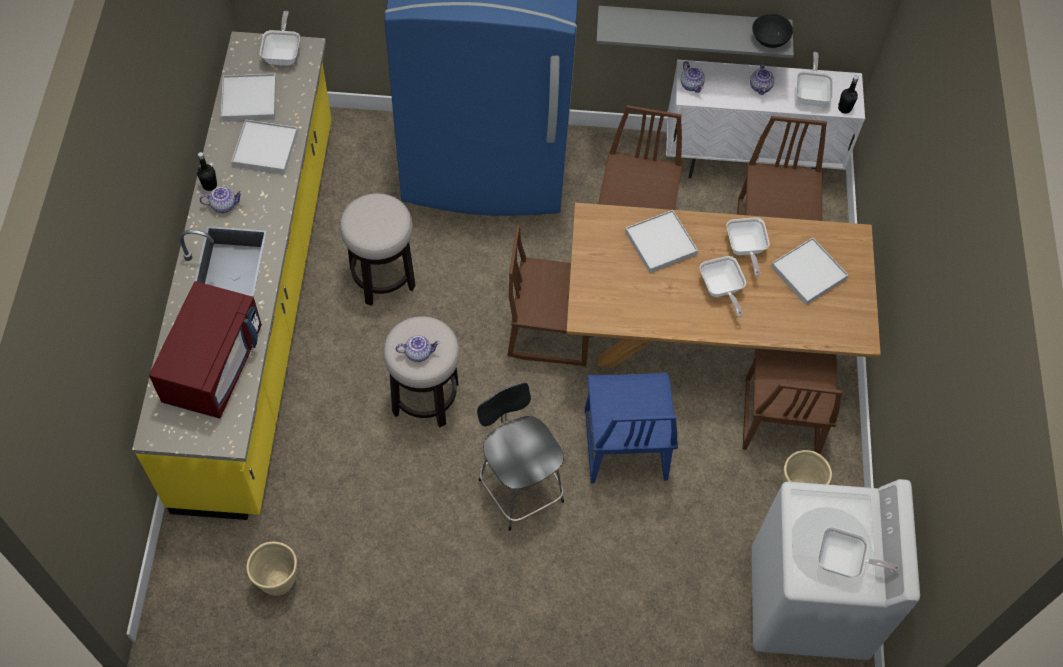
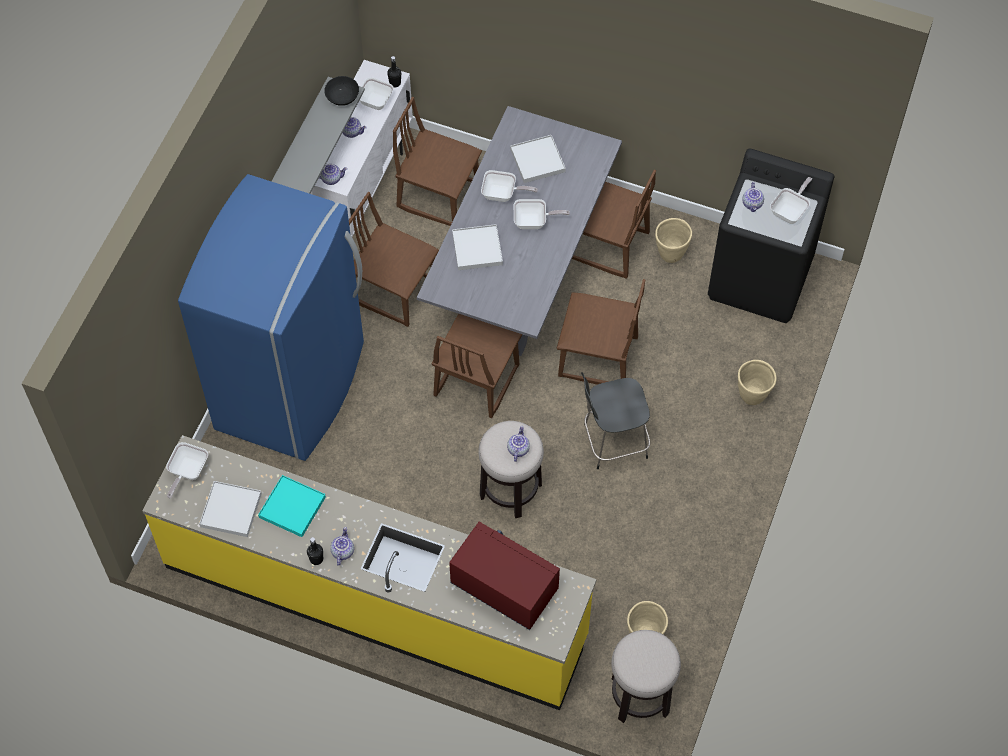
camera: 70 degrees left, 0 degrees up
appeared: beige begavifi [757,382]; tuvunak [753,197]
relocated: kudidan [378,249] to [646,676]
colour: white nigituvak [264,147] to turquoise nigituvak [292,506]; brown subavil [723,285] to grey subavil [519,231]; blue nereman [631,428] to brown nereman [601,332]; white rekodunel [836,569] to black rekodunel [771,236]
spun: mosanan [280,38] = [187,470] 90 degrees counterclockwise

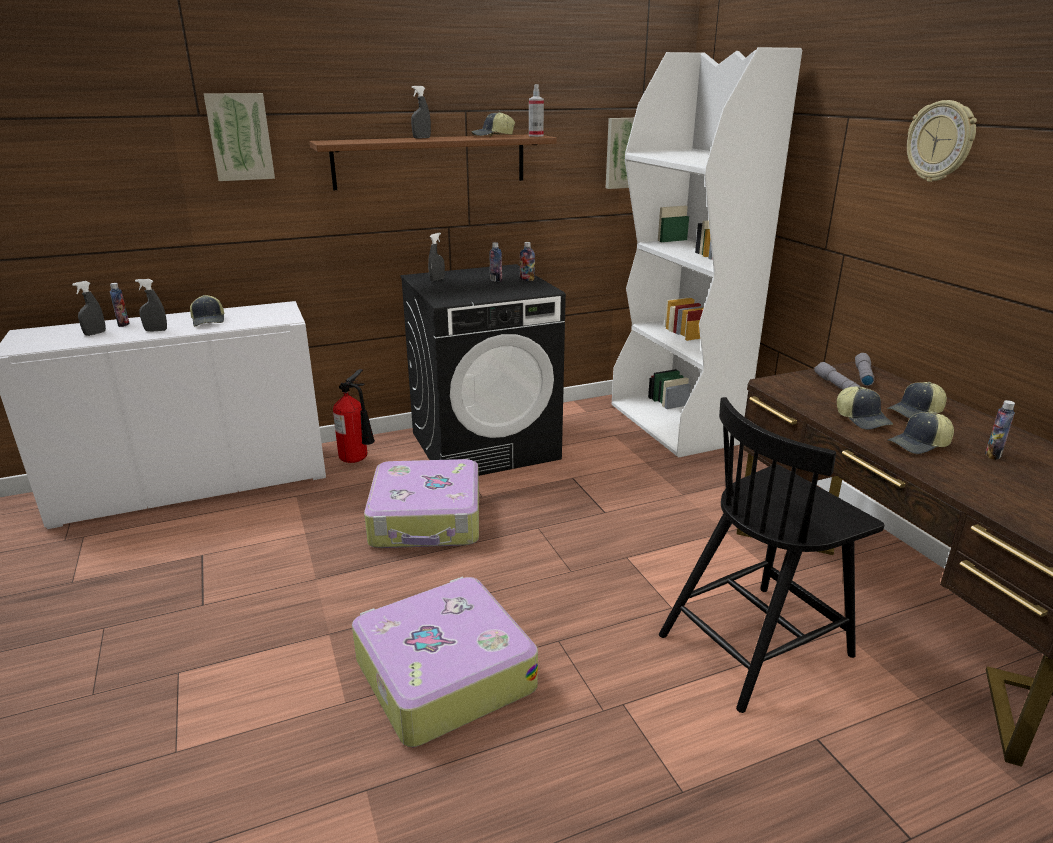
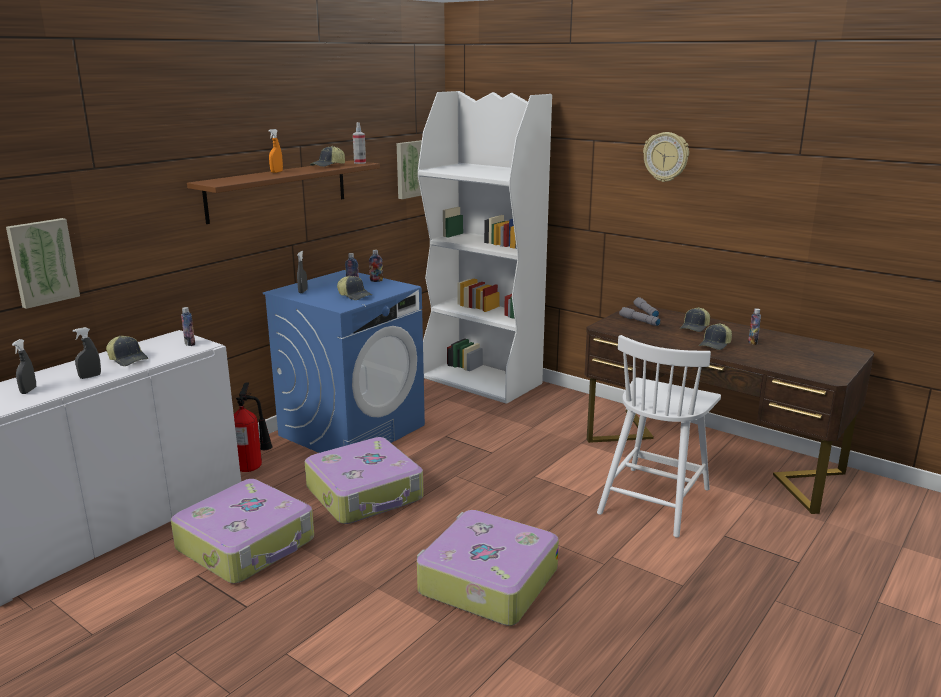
camera: 30 degrees left, 5 degrees down
appeared: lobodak [242,531]
relocated: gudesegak [239,137] to [43,263]; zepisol [119,305] to [188,326]; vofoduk [865,408] to [354,288]
colour: black rekodunel [483,370] to blue rekodunel [344,361]; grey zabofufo [421,112] to orange zabofufo [276,151]; black nereman [771,555] to white nereman [659,436]

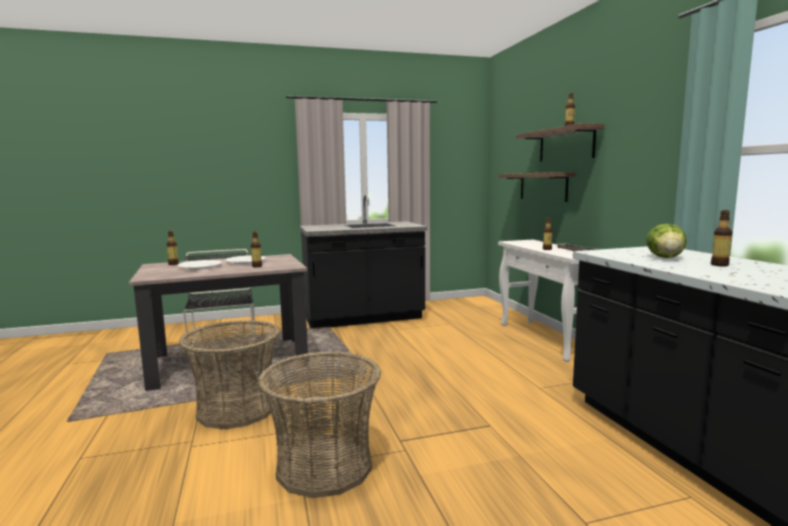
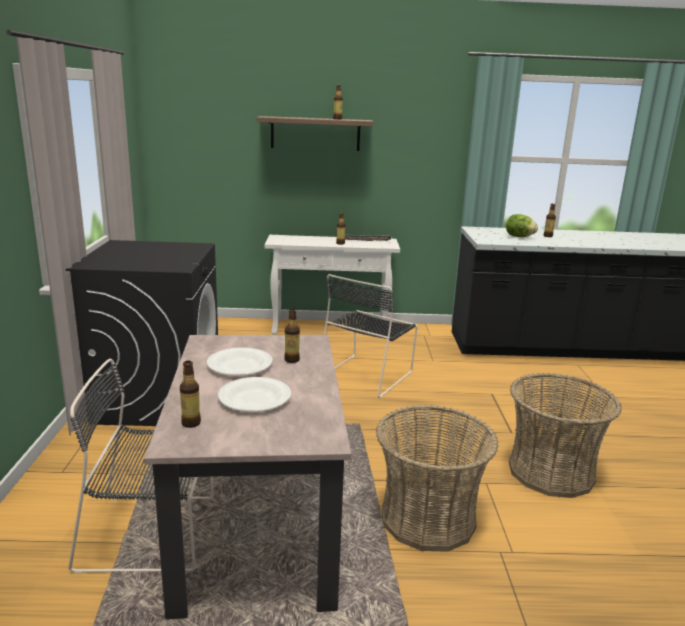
camera: 75 degrees left, 10 degrees up
missing: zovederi [537,187]
appeared: black nereman [371,336]
exchanged: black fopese [363,261] to black rekodunel [142,333]

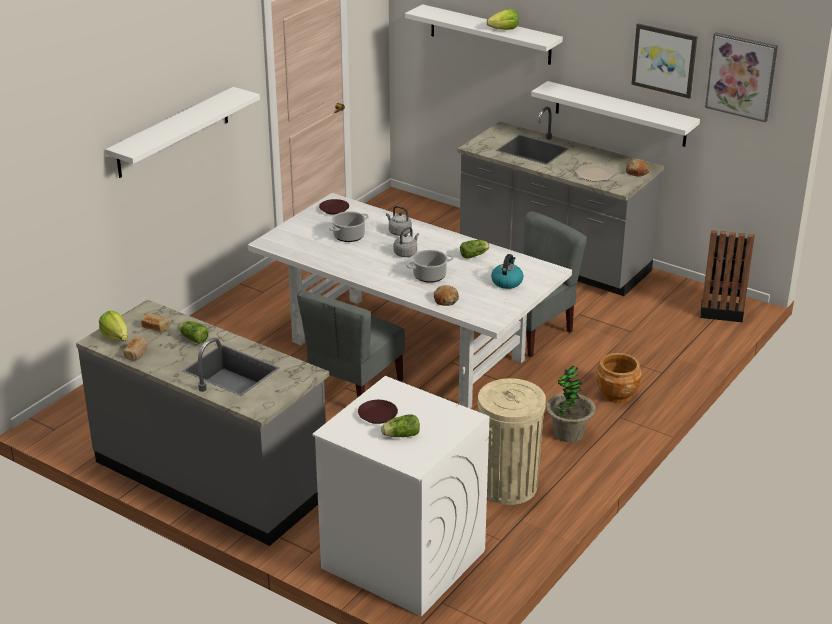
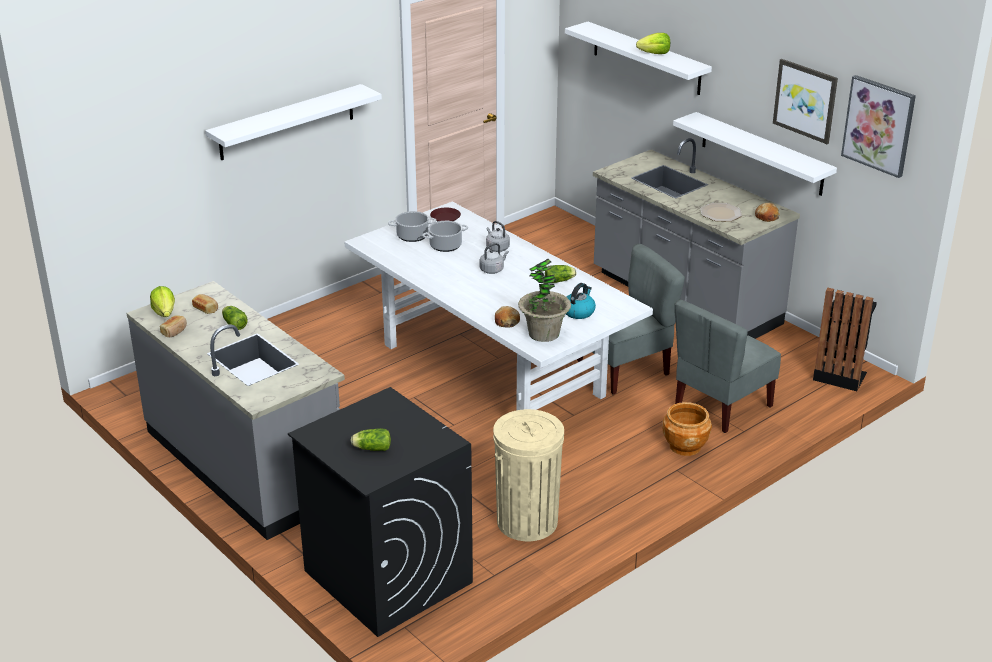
camera: 15 degrees right, 0 degrees up
missing: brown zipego [378,412]
relocated: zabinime [430,266] to [412,226]; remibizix [571,403] to [544,300]; grey nereman [351,344] to [727,366]
colour: white rekodunel [400,496] to black rekodunel [380,512]

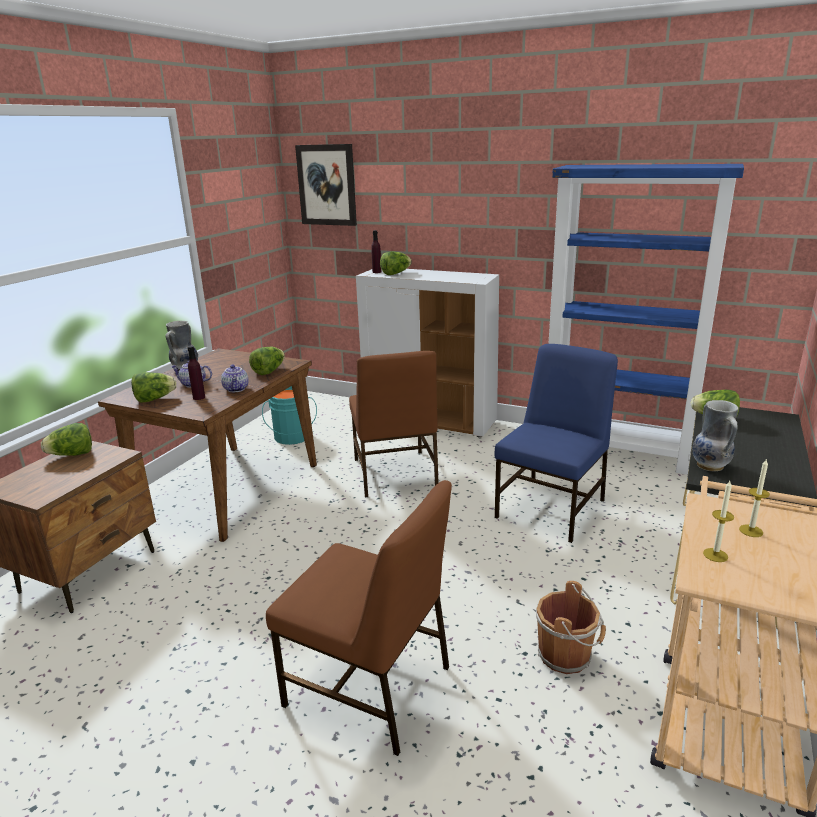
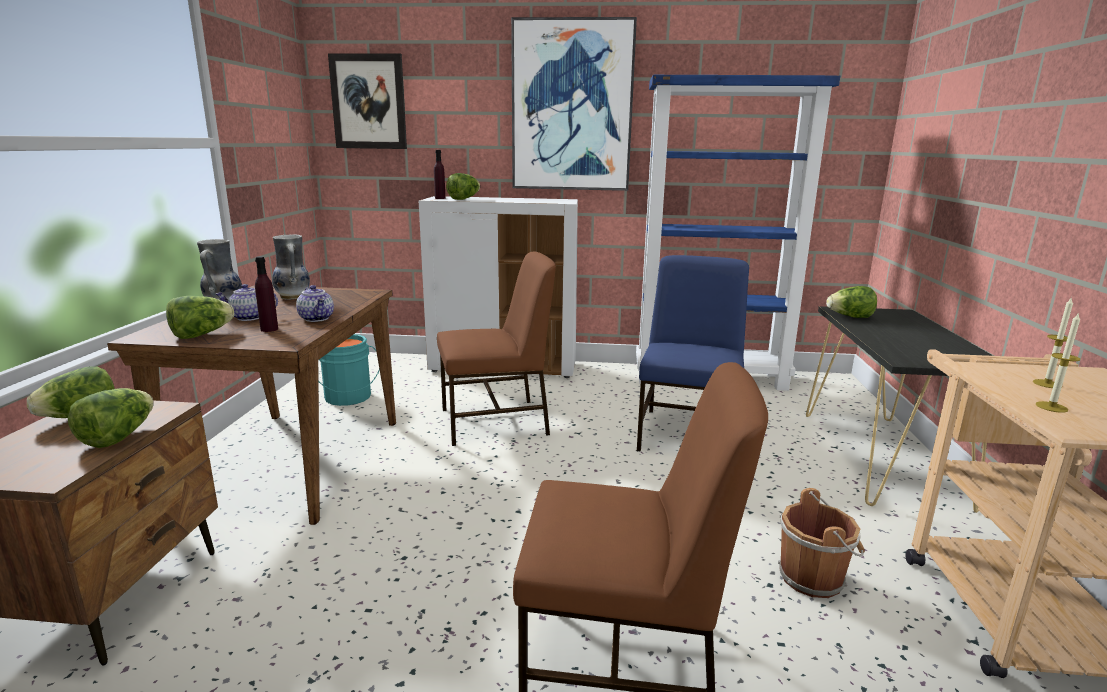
camera: 20 degrees left, 5 degrees down
appeared: gudesegak [574,104]
relocated: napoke [267,361] to [110,418]; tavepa [715,435] to [291,267]
spun: brown nereman [394,424] = [496,348] 75 degrees counterclockwise

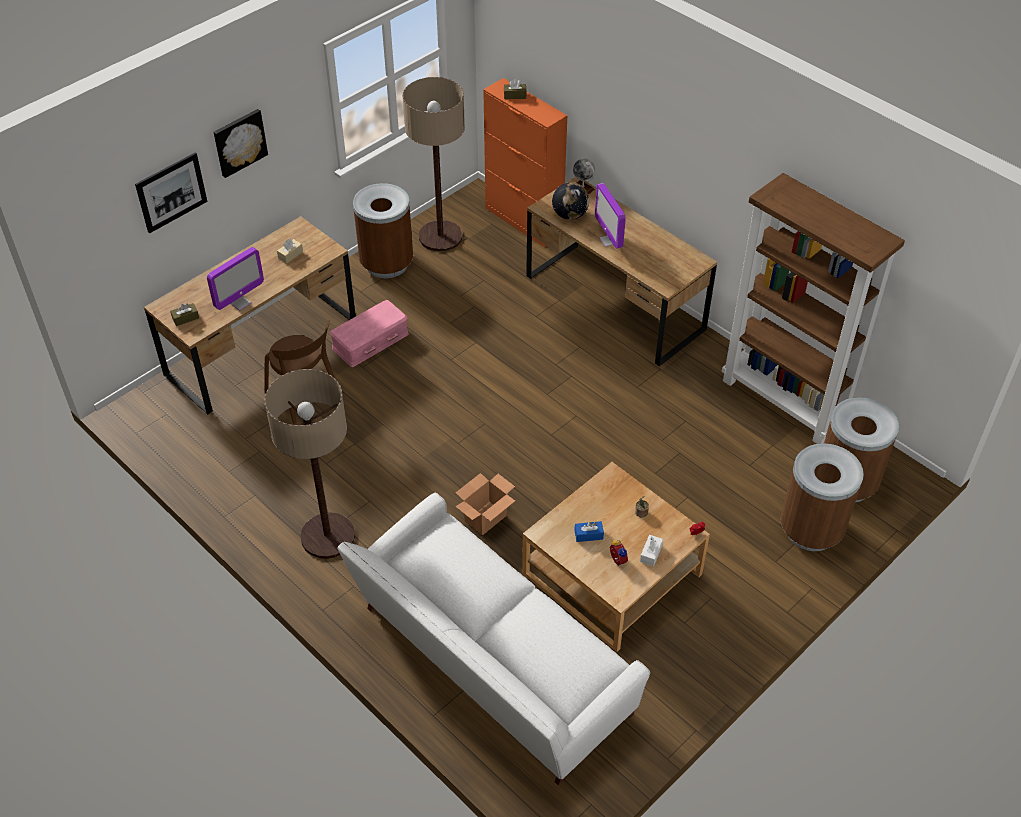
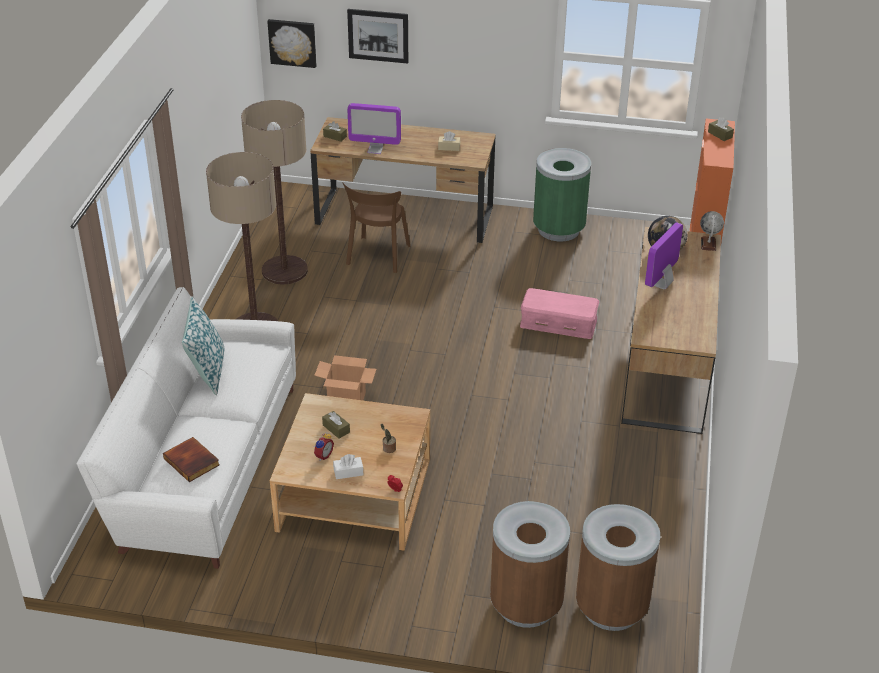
camera: 55 degrees right, 10 degrees down
missing: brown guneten [813,308]
appeared: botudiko [191,459]; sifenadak [203,346]
relocated: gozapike [434,164] to [274,192]; gudesegak [241,143] to [292,43]; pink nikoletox [369,333] to [559,313]
colour: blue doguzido [589,531] to brown doguzido [336,425]; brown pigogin [383,230] to green pigogin [562,195]

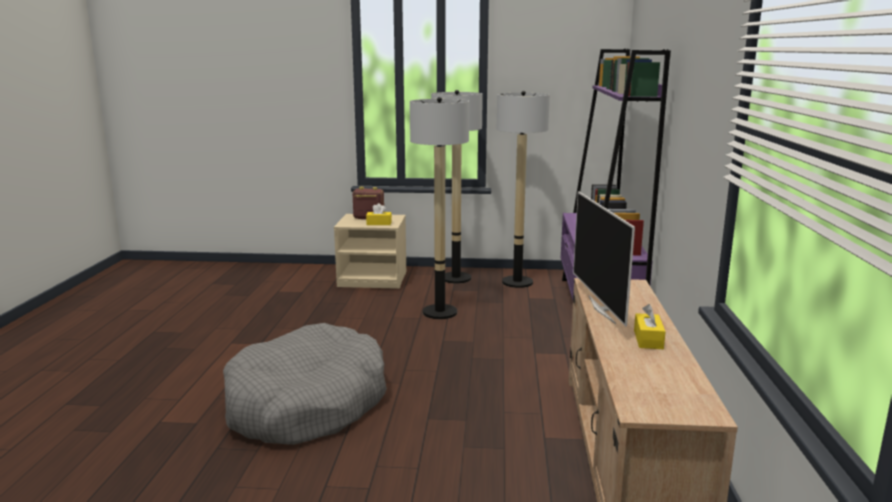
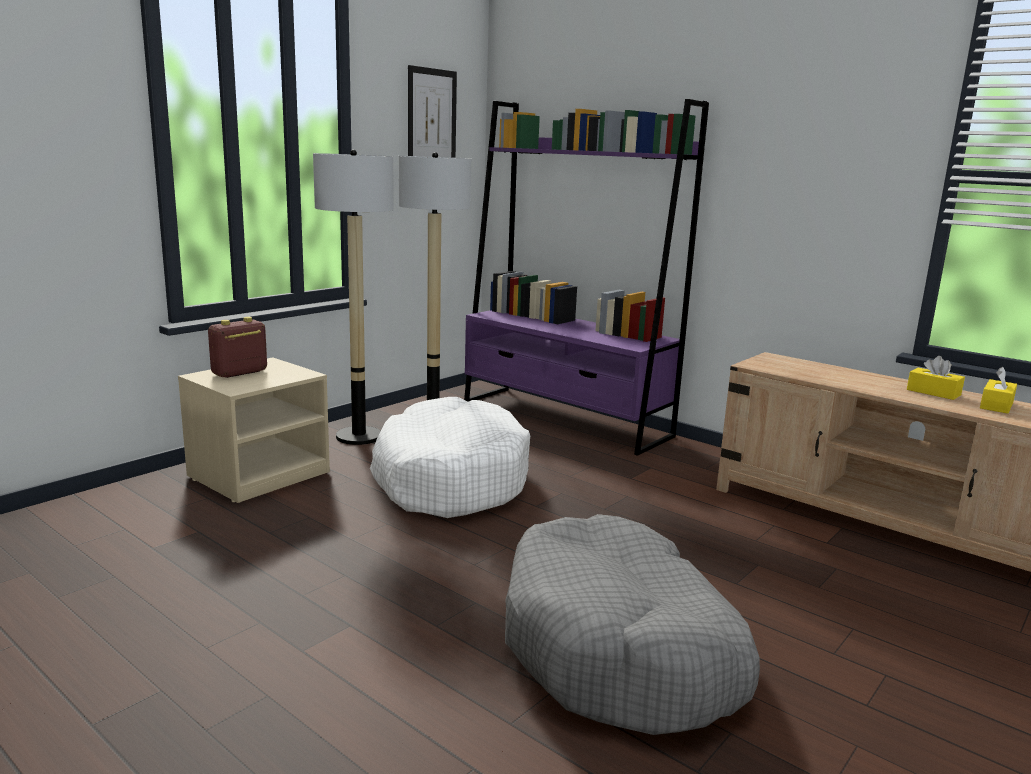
camera: 55 degrees left, 0 degrees up
missing: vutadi [604,259]
appeared: gudesegak [432,111]
relocated: yellow doguzido [379,214] to [998,390]
exchanged: gozapike [439,208] to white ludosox [450,457]

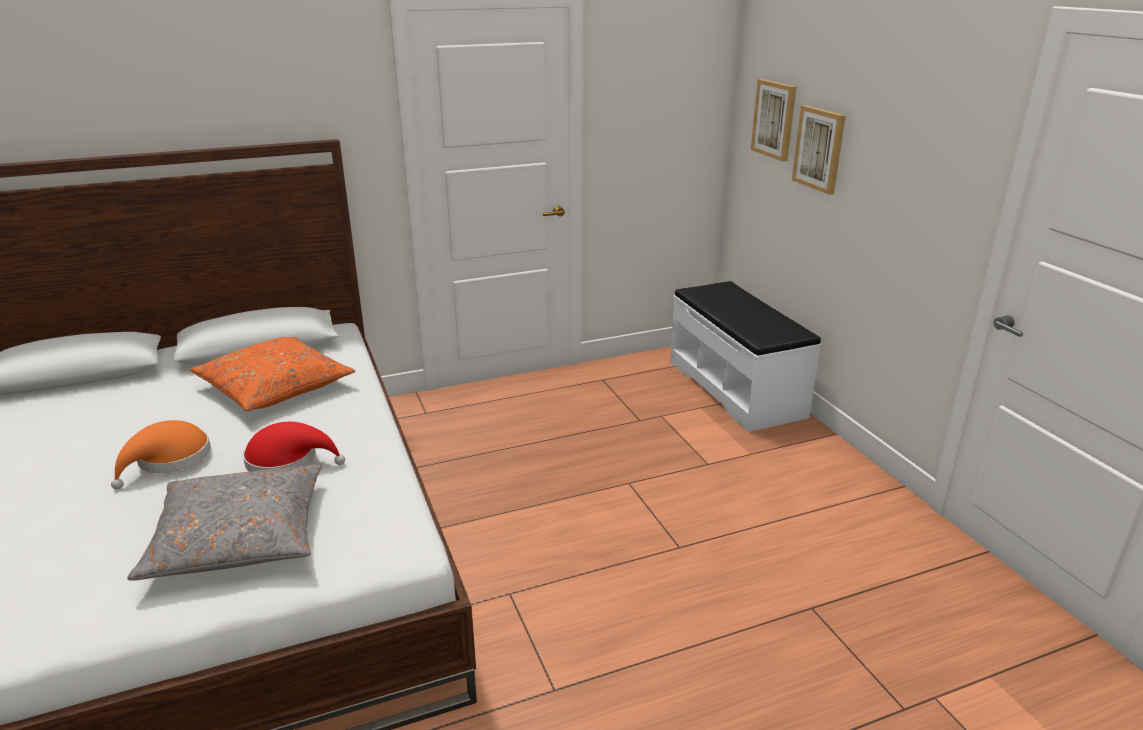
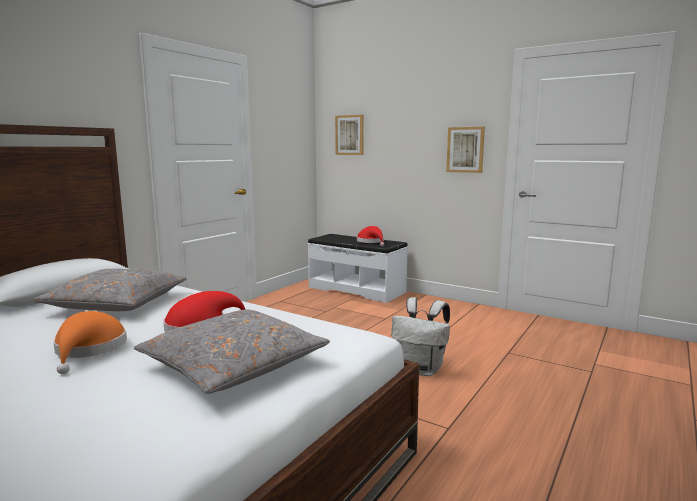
camera: 35 degrees left, 15 degrees down
appeared: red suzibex [370,236]; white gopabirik [420,336]
relocated: gudesegak [819,150] to [465,150]
colour: orange sifenadak [272,374] to grey sifenadak [110,290]

